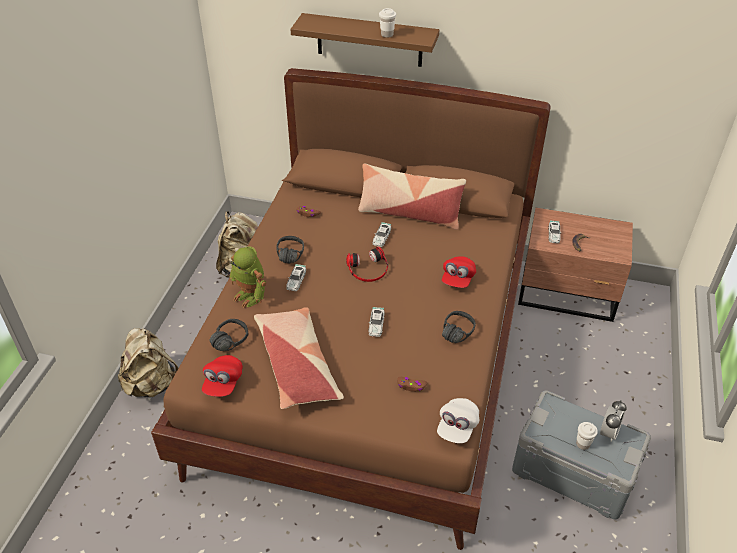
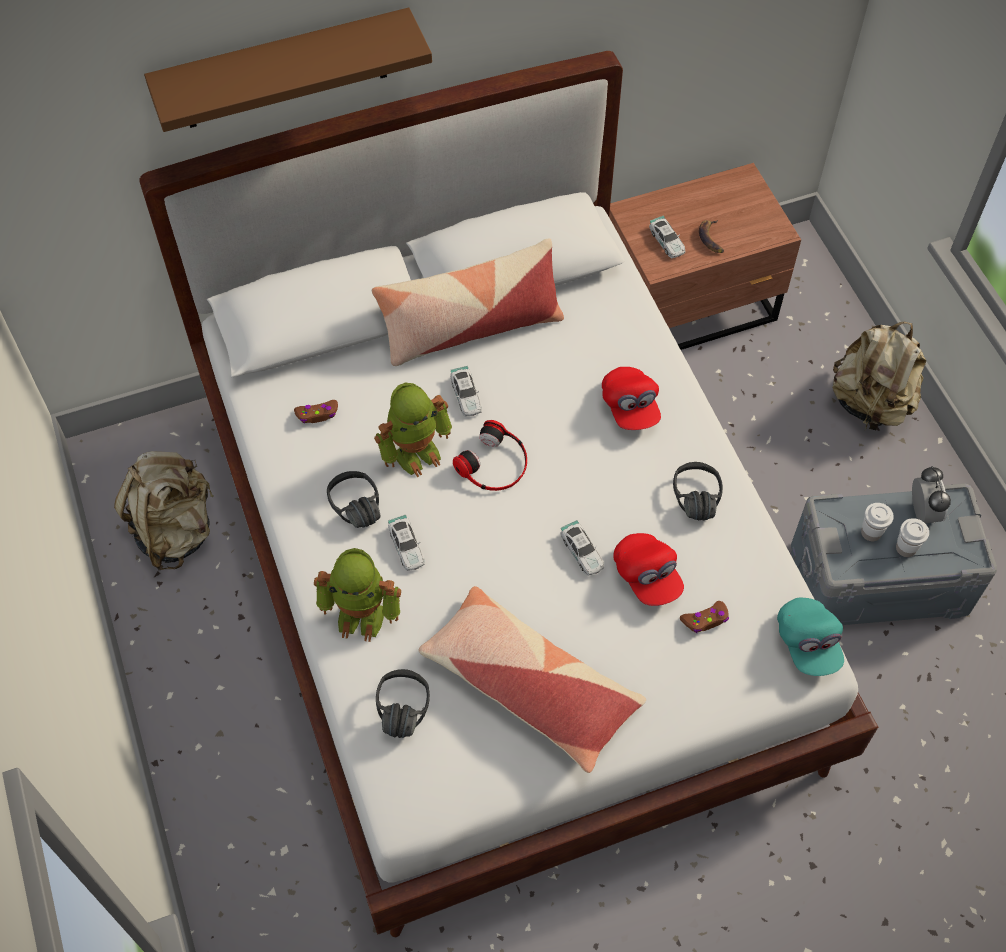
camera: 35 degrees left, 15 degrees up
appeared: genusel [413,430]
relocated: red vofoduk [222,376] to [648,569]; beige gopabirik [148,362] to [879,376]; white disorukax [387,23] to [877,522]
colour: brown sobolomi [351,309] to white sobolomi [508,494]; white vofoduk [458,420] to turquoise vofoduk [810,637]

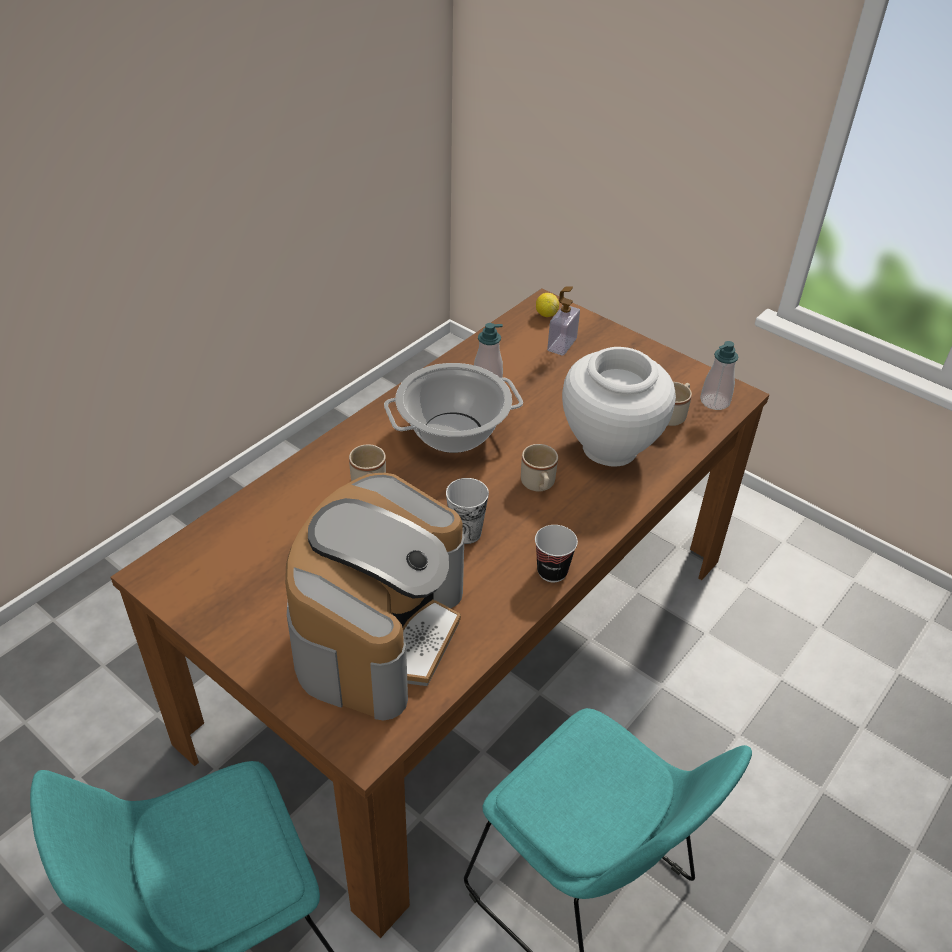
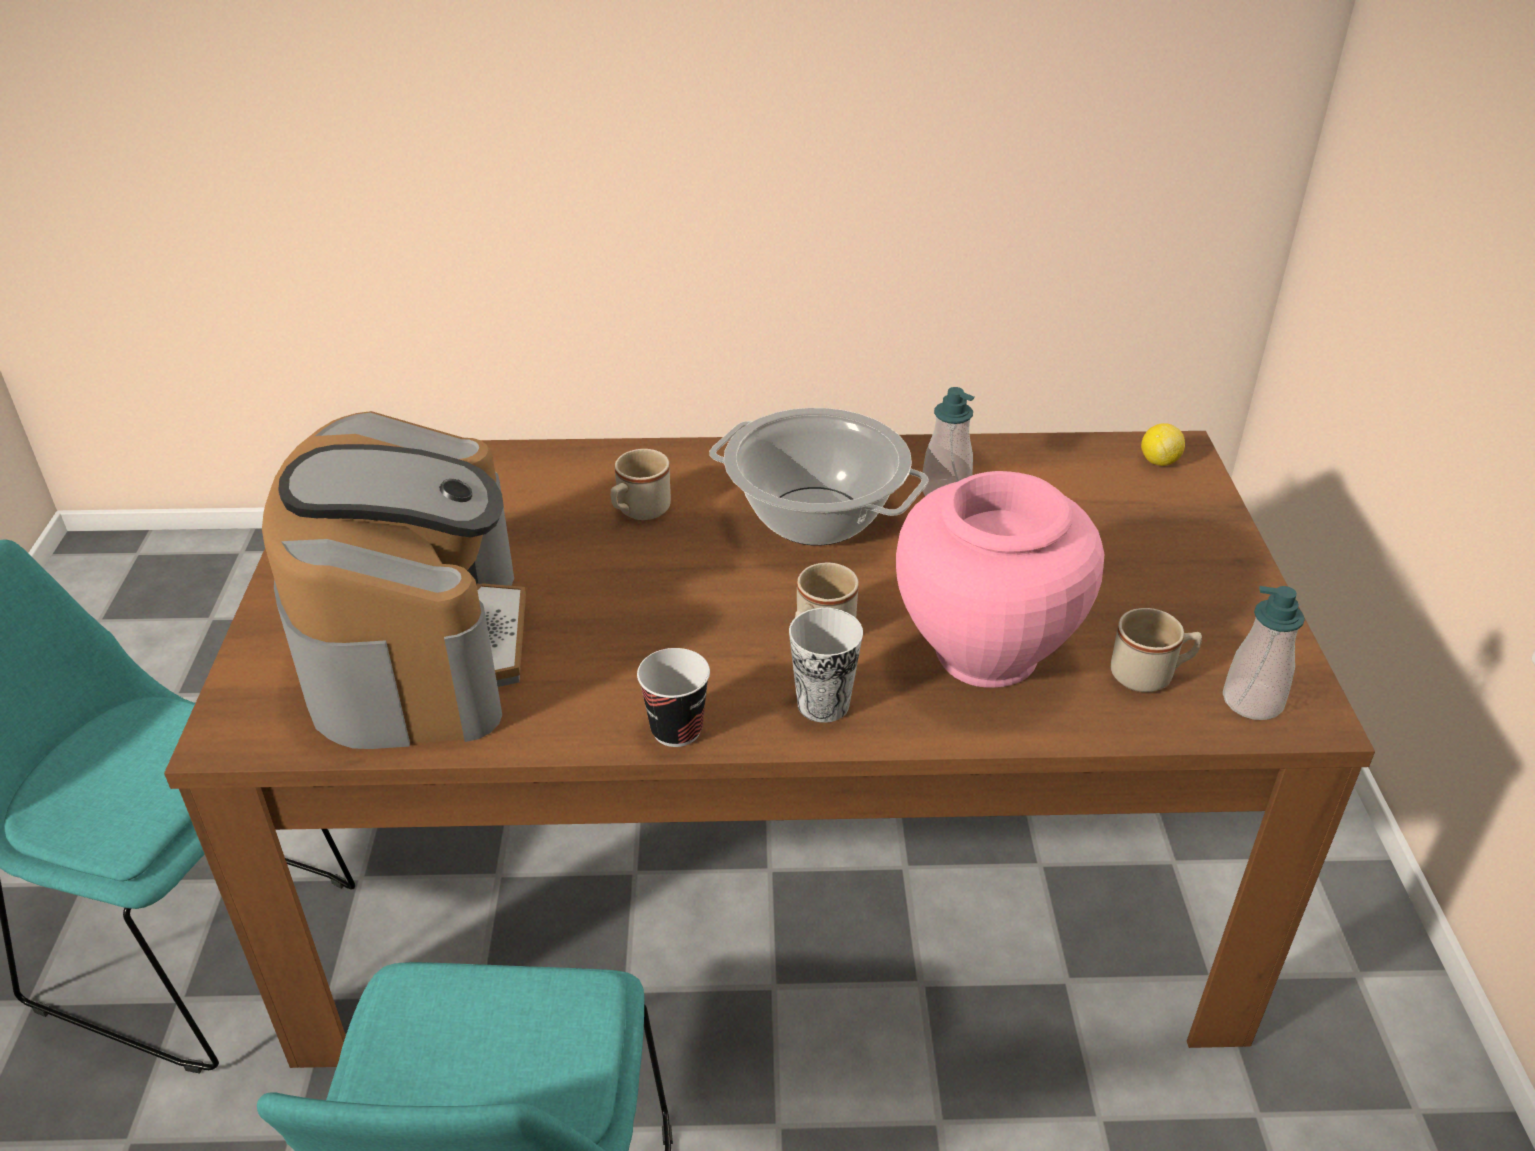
camera: 50 degrees right, 5 degrees down
missing: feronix [563,321]
relocated: disorukax [467,511] to [826,665]
colour: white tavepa [619,407] to pink tavepa [1000,579]
spun: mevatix [374,596] = [394,580] 75 degrees counterclockwise

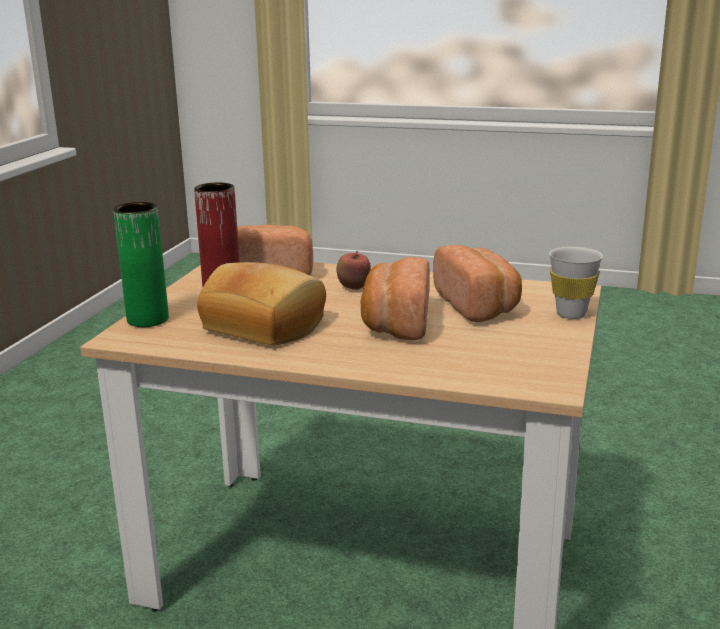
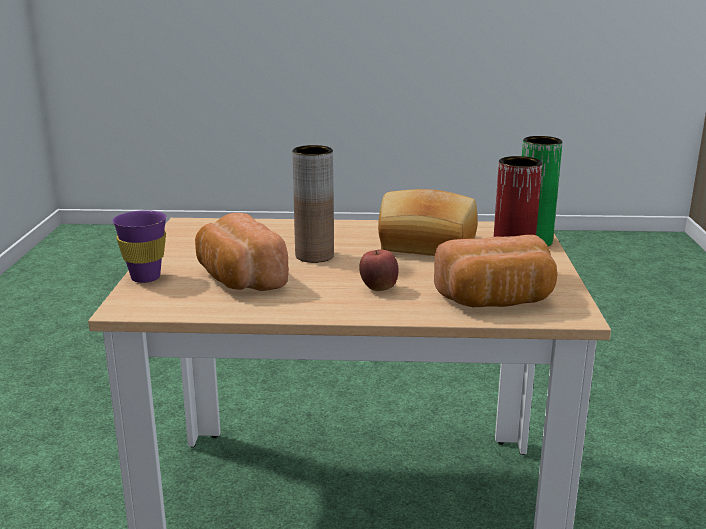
camera: 165 degrees right, 0 degrees up
exchanged: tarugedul [395,298] to brown tavepa [313,204]
colour: white disorukax [576,283] to purple disorukax [139,246]

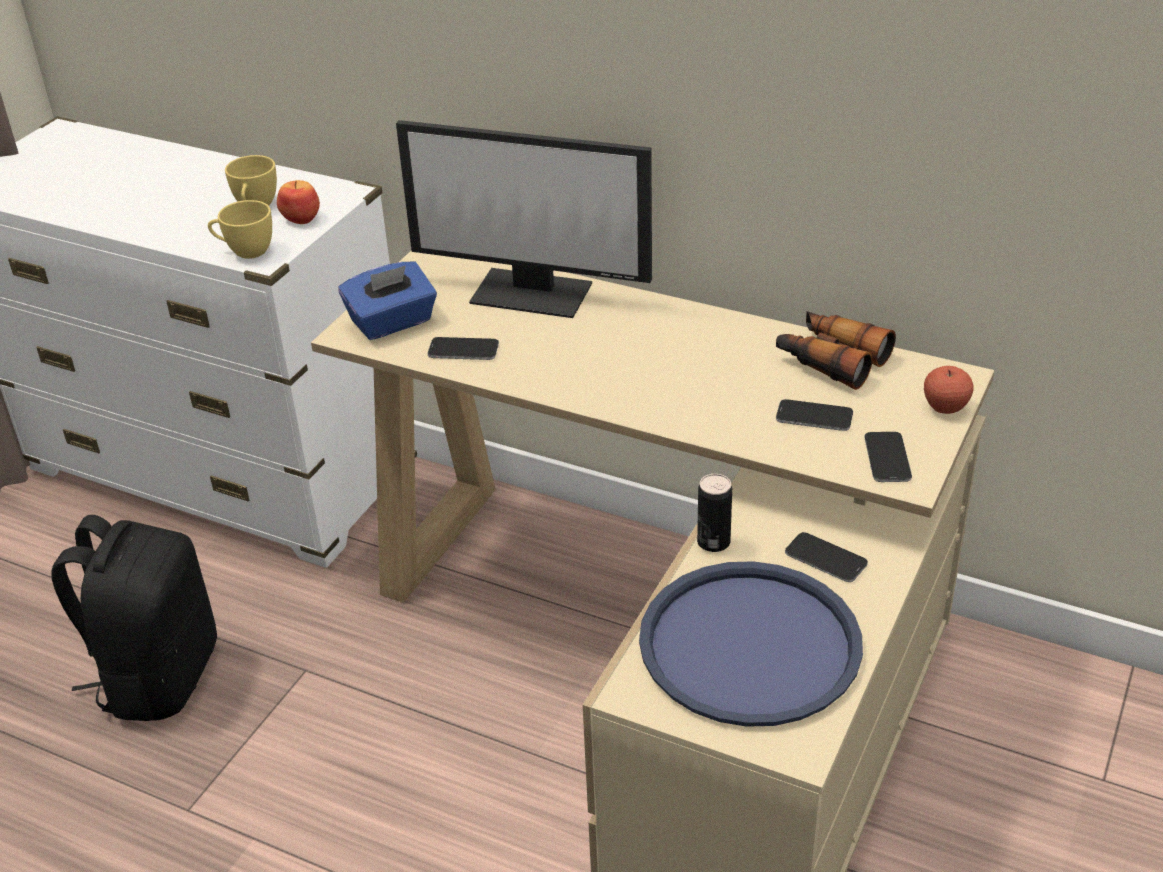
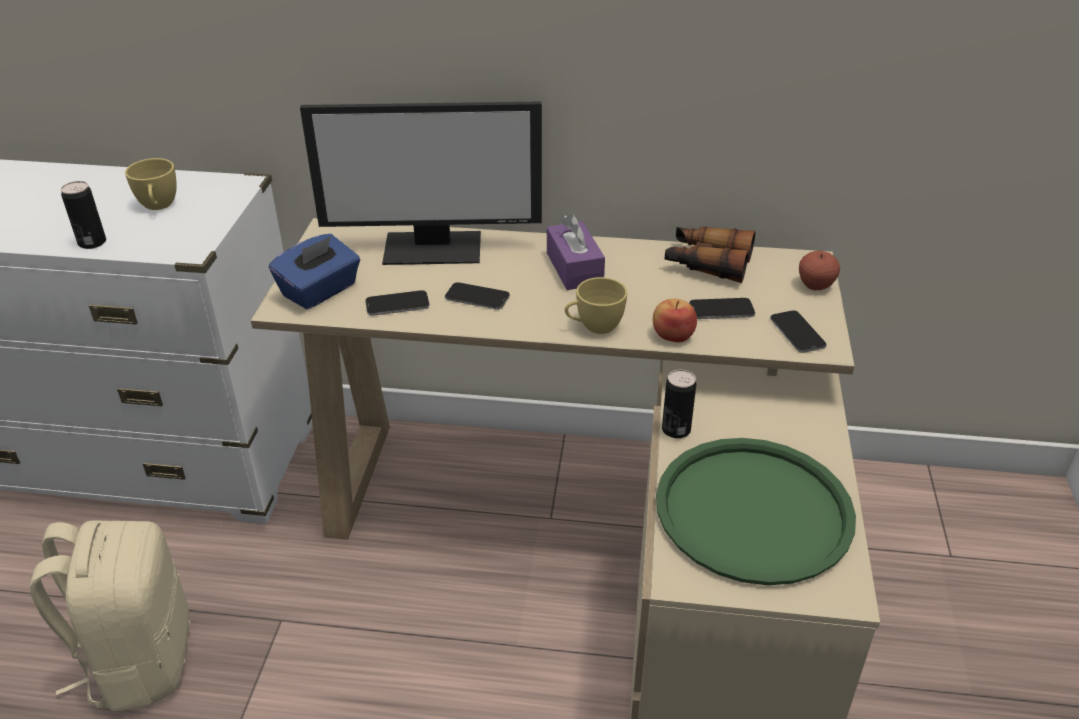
camera: 20 degrees left, 0 degrees up
appeared: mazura [83,215]; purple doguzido [576,252]
relocated: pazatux [826,557] to [477,296]; yellow disorukax [240,229] to [596,305]; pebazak [298,202] to [675,320]
colour: black gopabirik [134,618] to beige gopabirik [110,616]; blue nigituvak [751,644] to green nigituvak [756,511]

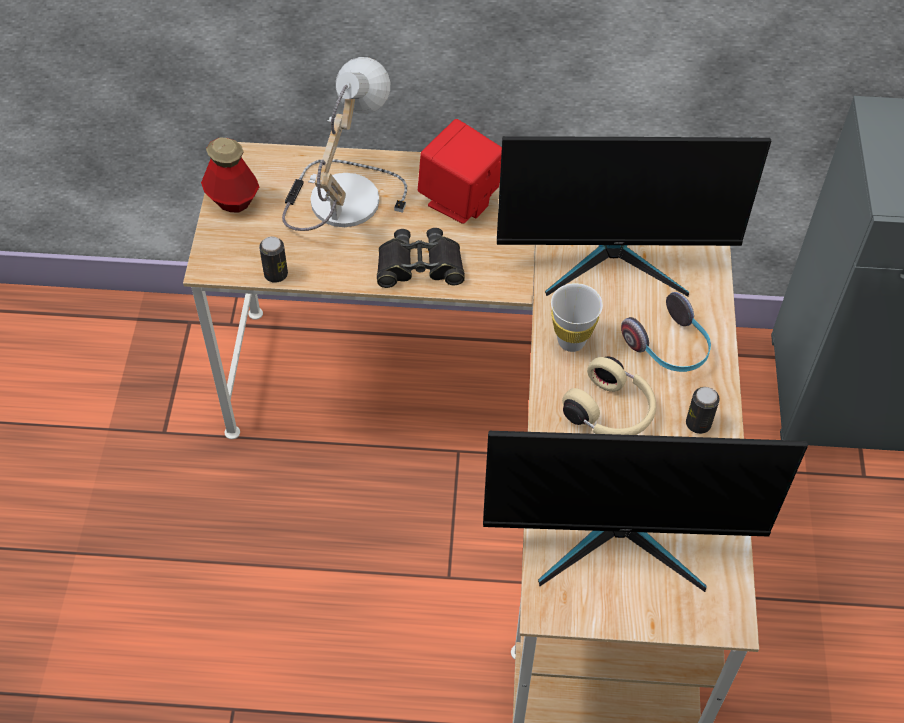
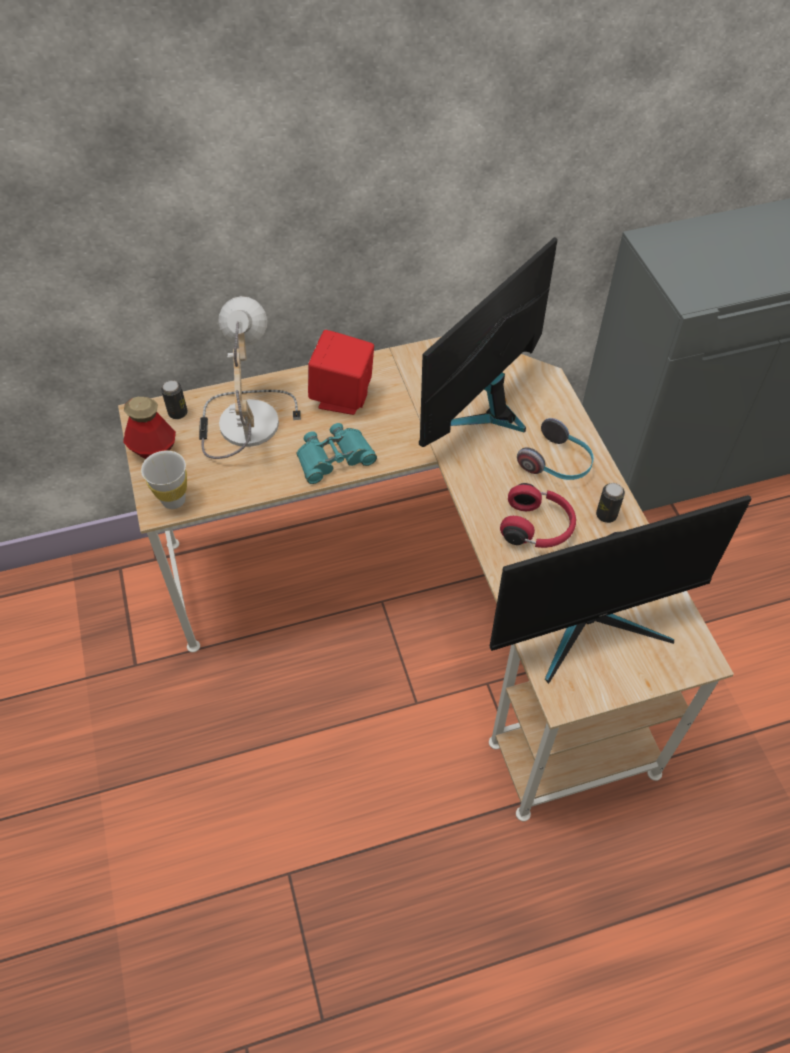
camera: 20 degrees left, 0 degrees up
relocated: white disorukax [577,317] to [164,479]; mazura [273,259] to [174,399]
colour: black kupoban [421,258] to turquoise kupoban [337,453]; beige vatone [609,395] to red vatone [538,515]
spun: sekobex [634,216] = [488,342] 150 degrees clockwise

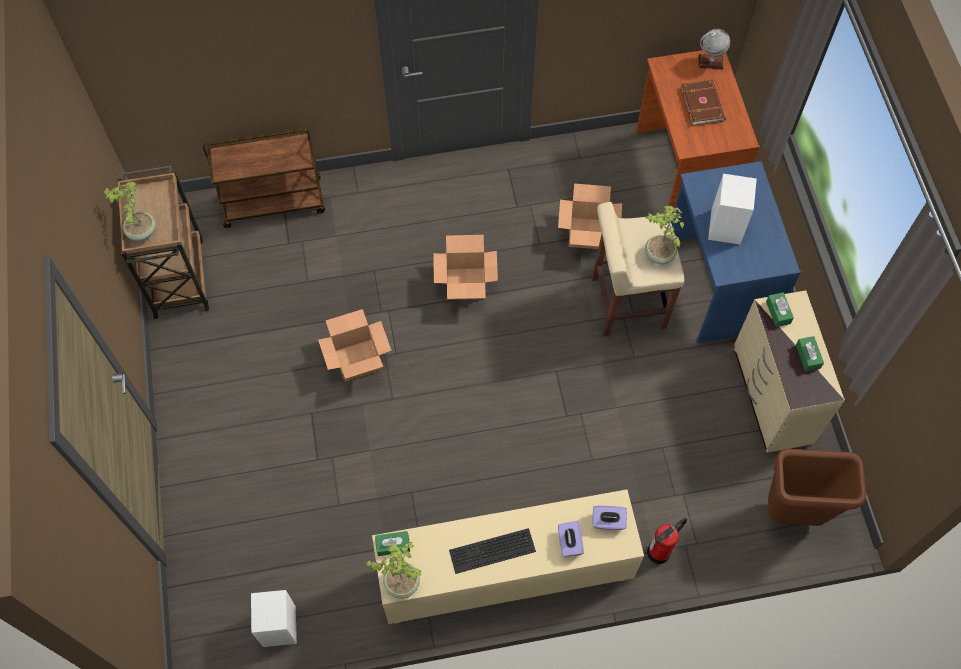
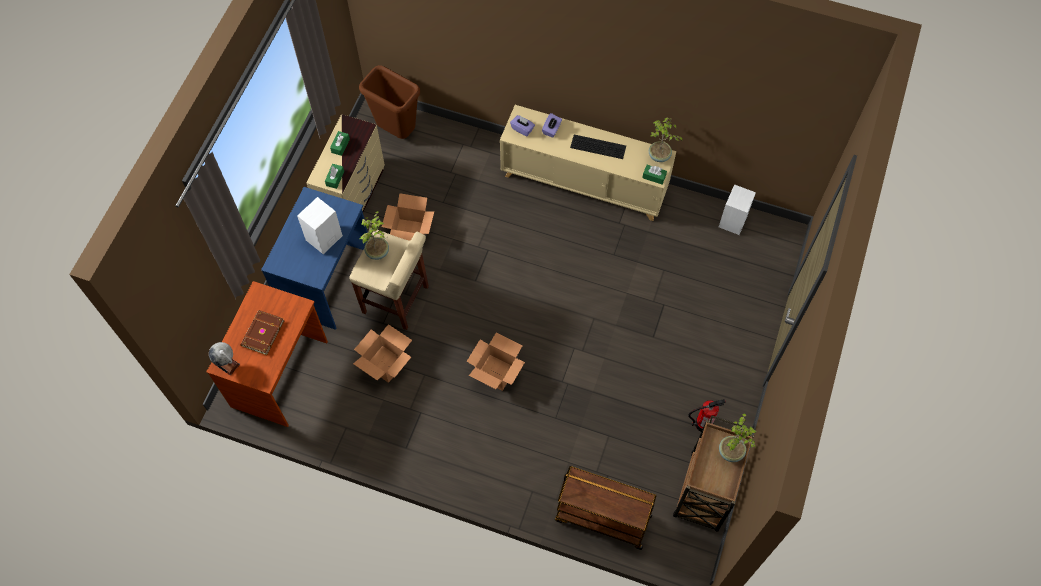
camera: 150 degrees left, 0 degrees up
relocated: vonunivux [355,345] to [408,217]; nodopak [667,541] to [707,415]

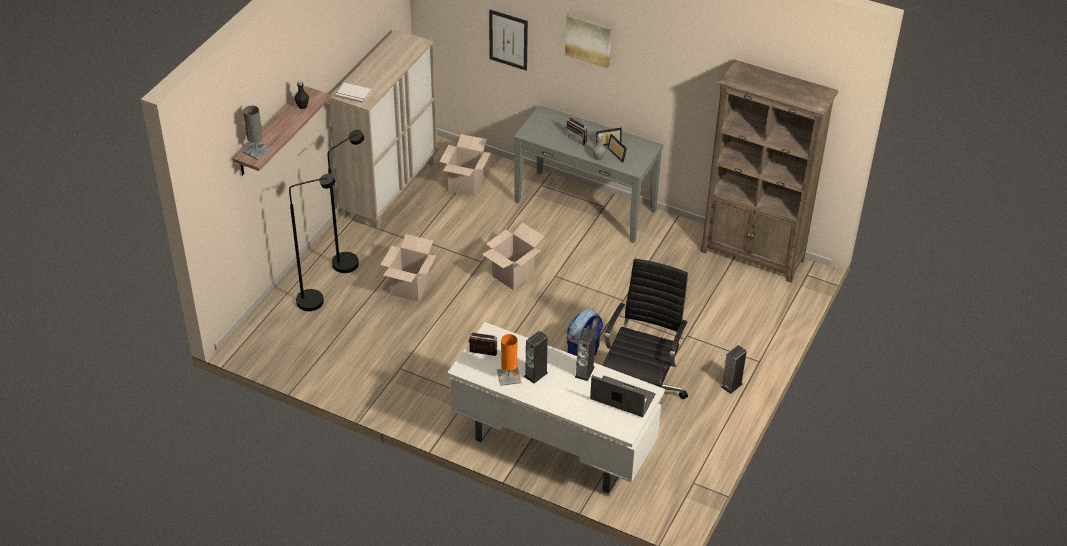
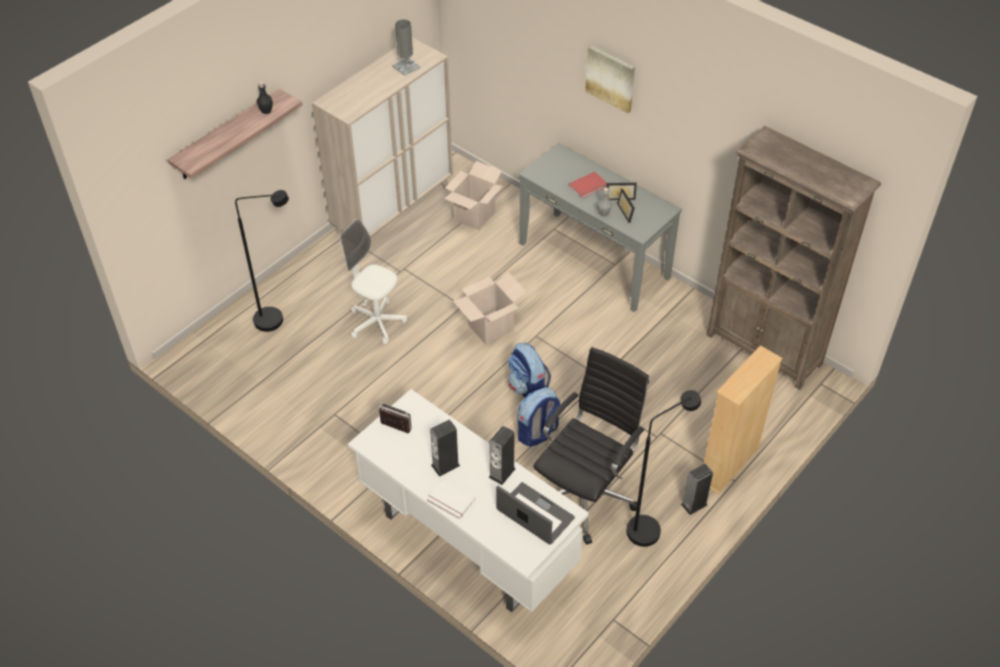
camera: 15 degrees right, 5 degrees up
missing: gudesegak [508,40]; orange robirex [509,360]
appeared: gopabirik [529,370]; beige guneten [743,419]
relocated: grey robirex [256,133] to [406,47]; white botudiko [353,93] to [451,499]; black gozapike [346,201] to [663,468]
exchanged: vonunivux [408,268] to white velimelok [373,282]; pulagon [576,130] to red botudiko [587,185]

